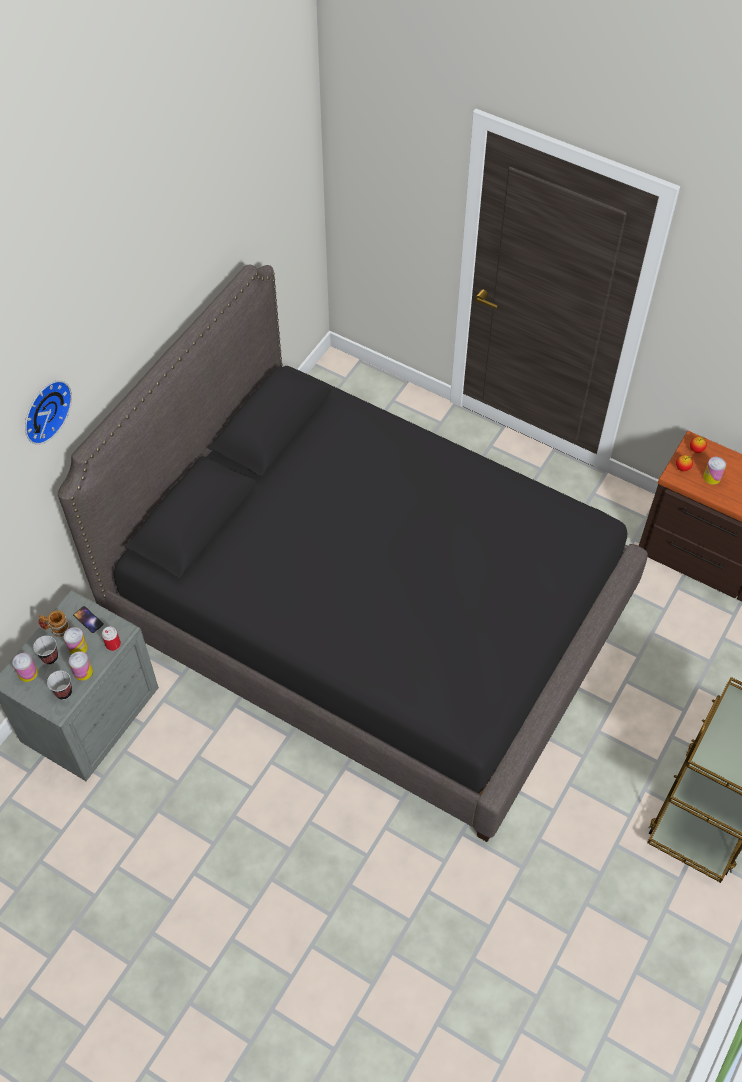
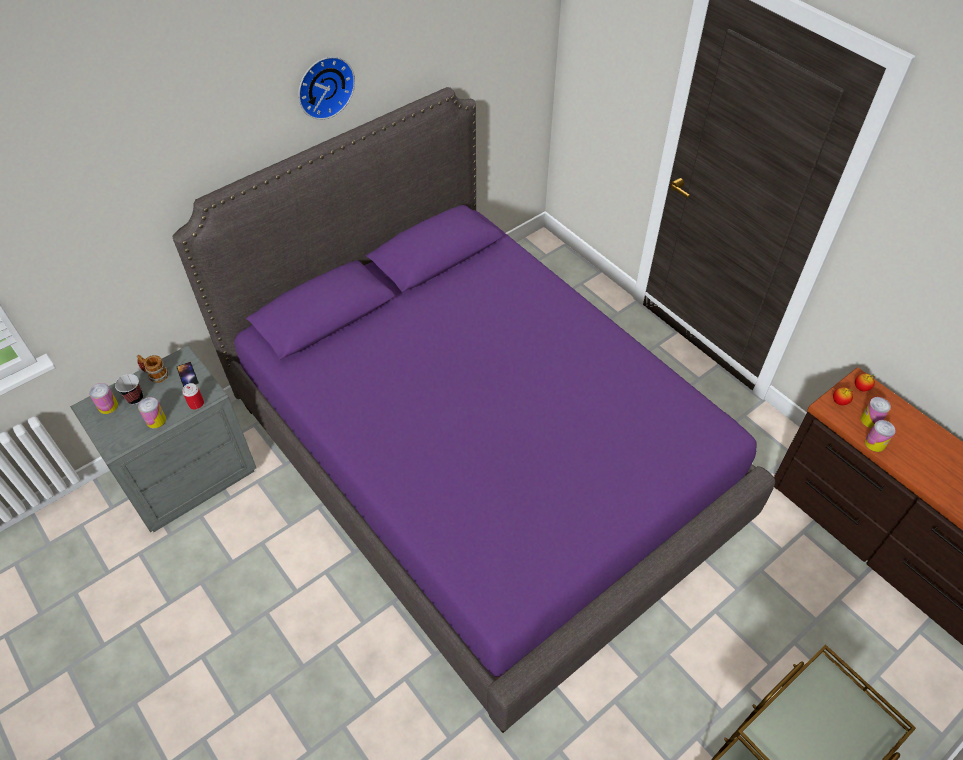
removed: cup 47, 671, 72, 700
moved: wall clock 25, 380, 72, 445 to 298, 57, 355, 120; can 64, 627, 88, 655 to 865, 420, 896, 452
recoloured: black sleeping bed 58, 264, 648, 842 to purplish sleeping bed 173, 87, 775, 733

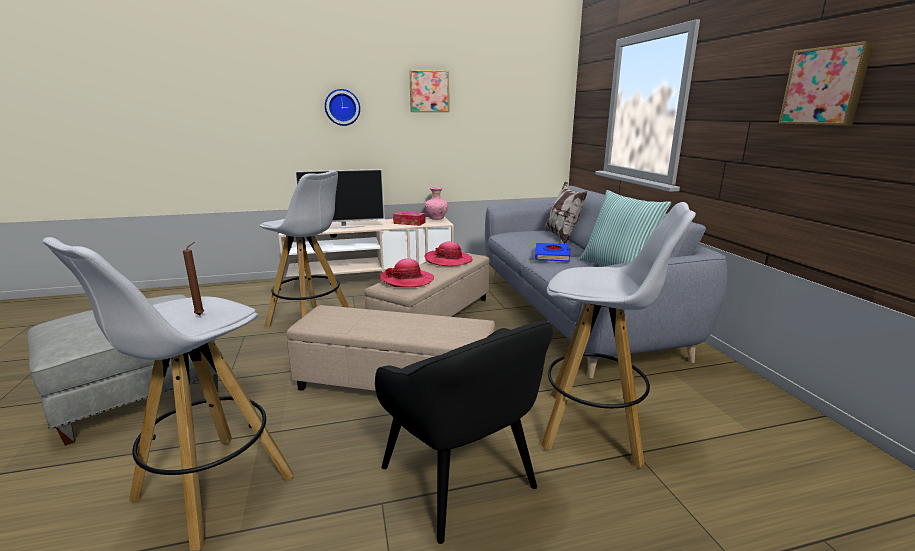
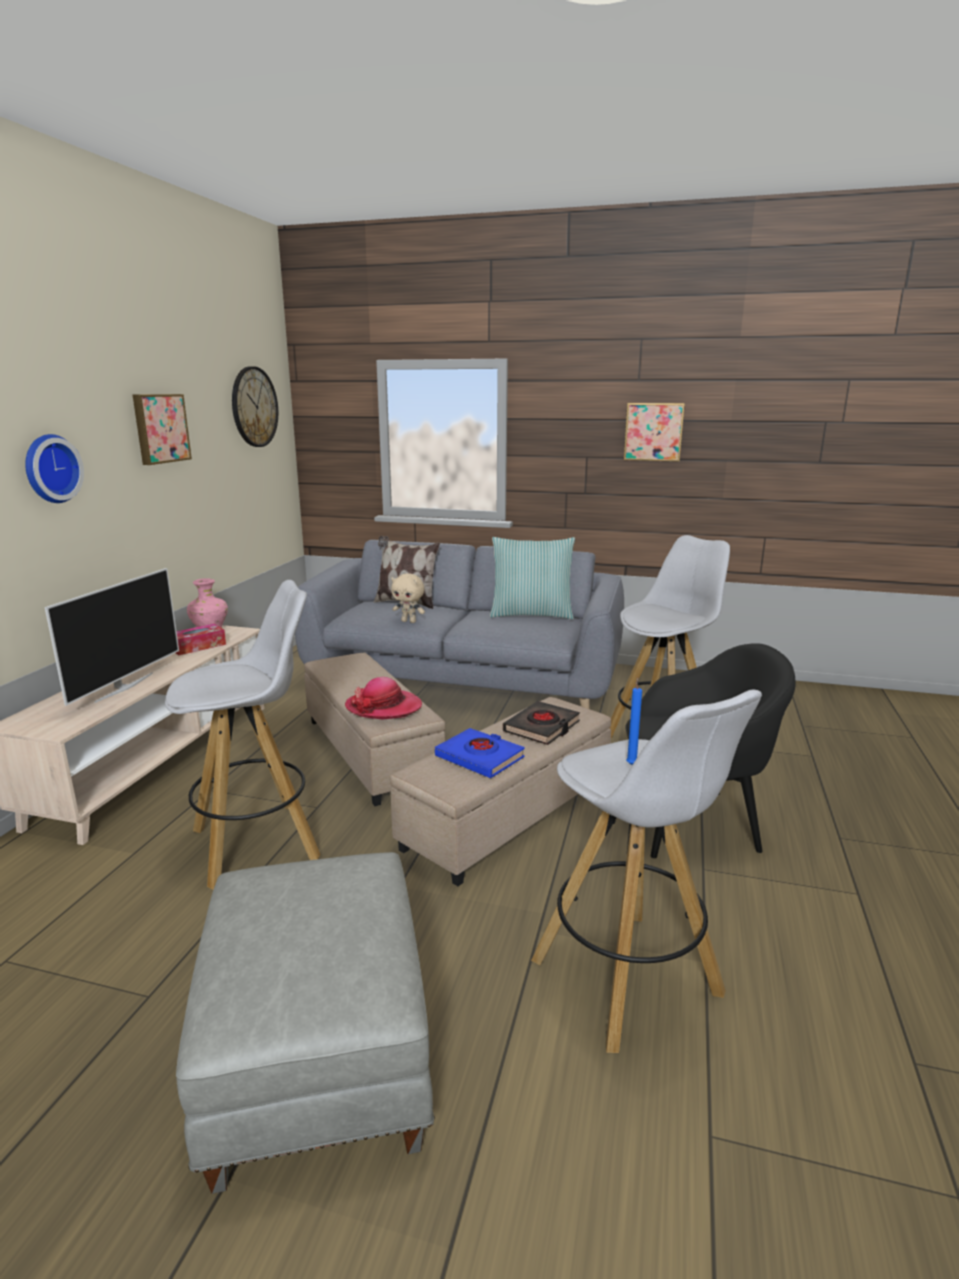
removed: clothing hat 424, 241, 473, 266
added: wall clock 232, 366, 278, 447; beige cuddly toy 391, 573, 425, 623; black volume 503, 701, 580, 745
moved: blue volume 535, 243, 571, 262 to 435, 728, 525, 778
recoloured: brown-coloured candle 183, 242, 204, 315 to blue candle 626, 677, 642, 765

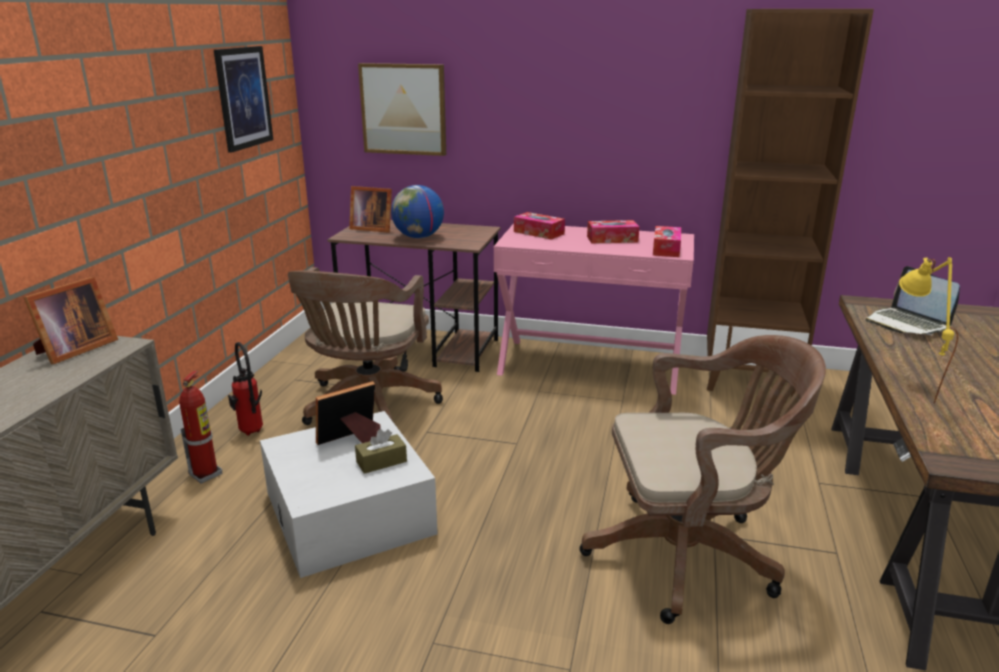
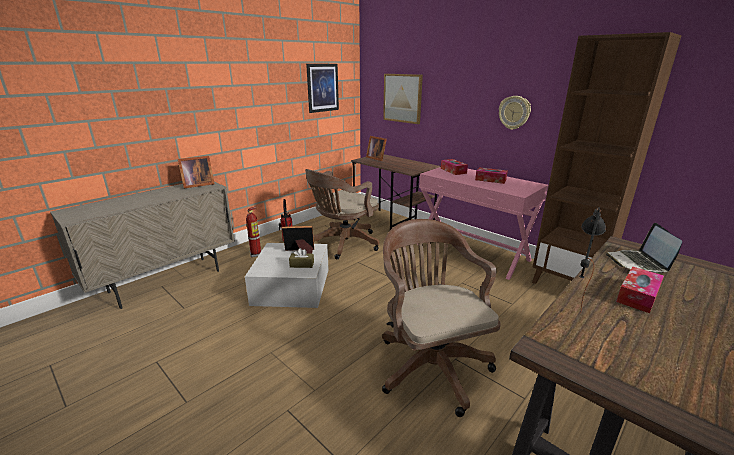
removed: desk globe 391, 185, 444, 238
added: wall clock 499, 96, 531, 130
moved: tissue holder 653, 226, 681, 257 to 616, 266, 664, 313
recoloured: yellow table lamp 899, 257, 958, 404 to black table lamp 579, 207, 606, 309
turned: brown-coloured office chair 579, 335, 826, 624 = 382, 219, 501, 417 135 degrees counterclockwise

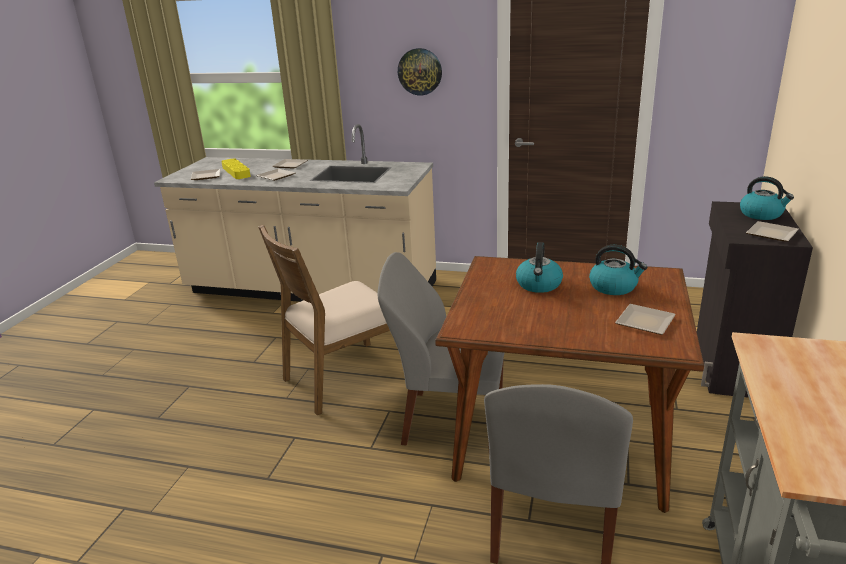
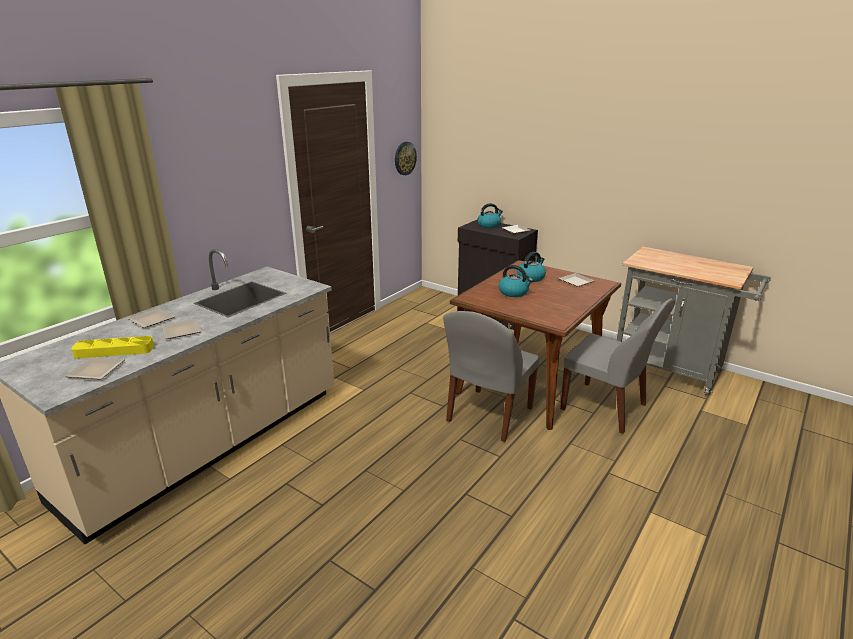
removed: brown-coloured plain chair 258, 224, 390, 415
moved: wall clock 398, 48, 442, 95 to 395, 142, 417, 175

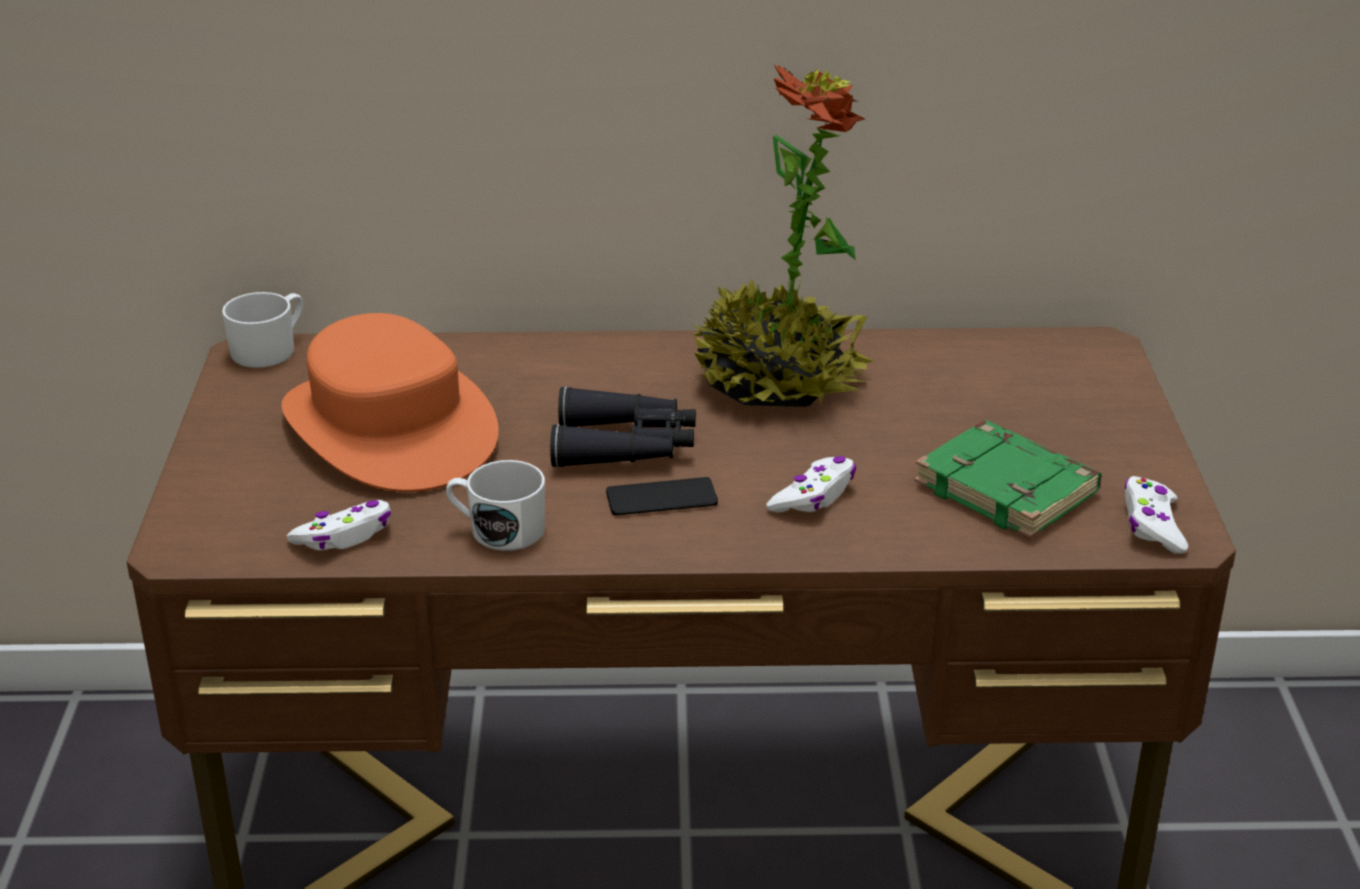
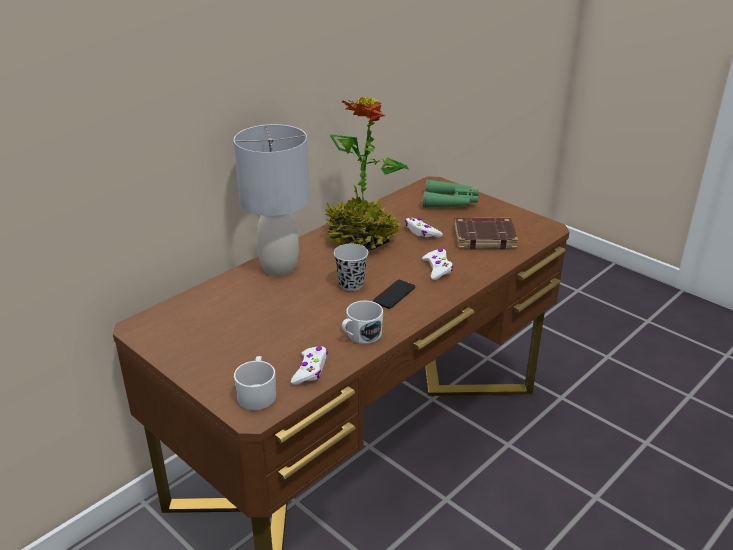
removed: orange clothing hat 282, 313, 499, 492
added: gray table lamp 234, 124, 310, 276; greenish pair of binoculars 423, 179, 479, 208
moved: white mug 222, 292, 303, 368 to 234, 356, 276, 410; white game controller 1125, 476, 1188, 554 to 405, 218, 443, 238
replaced: black pair of binoculars 550, 386, 696, 468 to black cup 334, 244, 368, 291
recoloured: greenish volume 914, 421, 1102, 538 to brown-coloured volume 454, 218, 518, 250

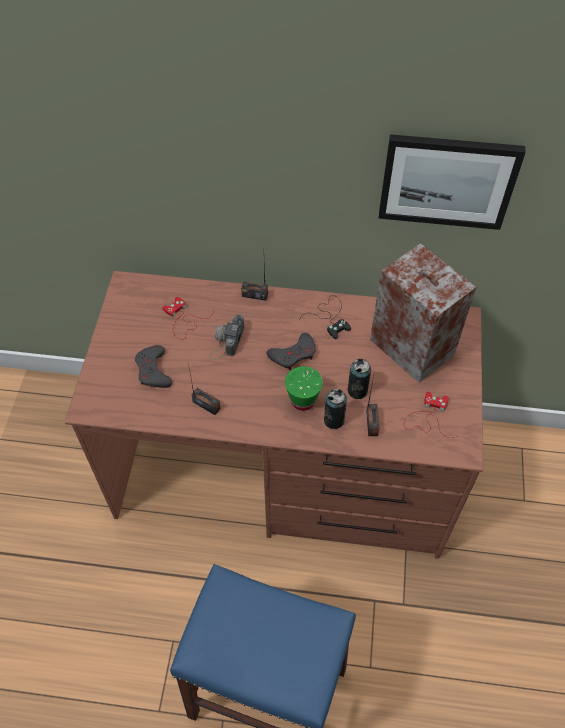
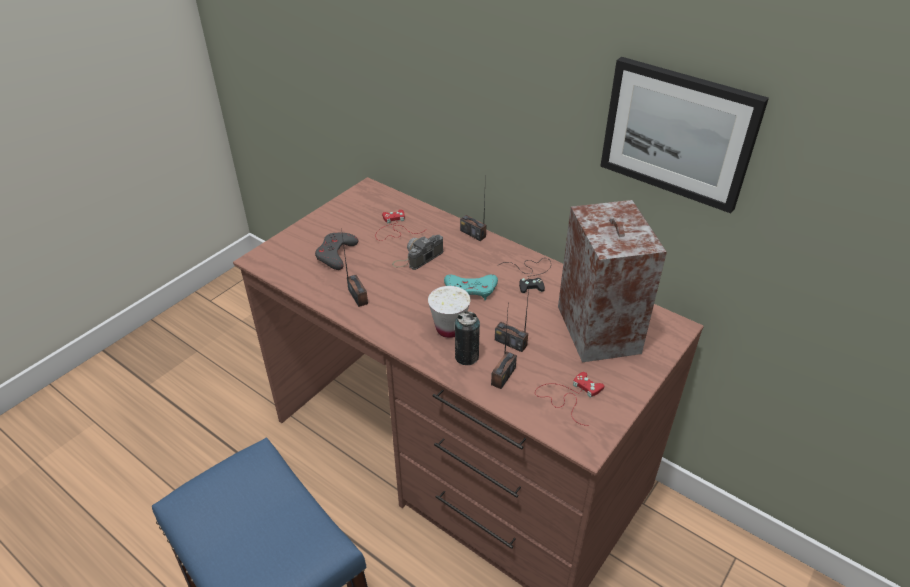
replaced: can 348, 359, 371, 399 to radio set 495, 280, 530, 352
recoloured: gray game controller 267, 333, 316, 370 to blue-green game controller 444, 274, 498, 300; greenish cup 285, 366, 323, 411 to white cup 428, 286, 470, 338

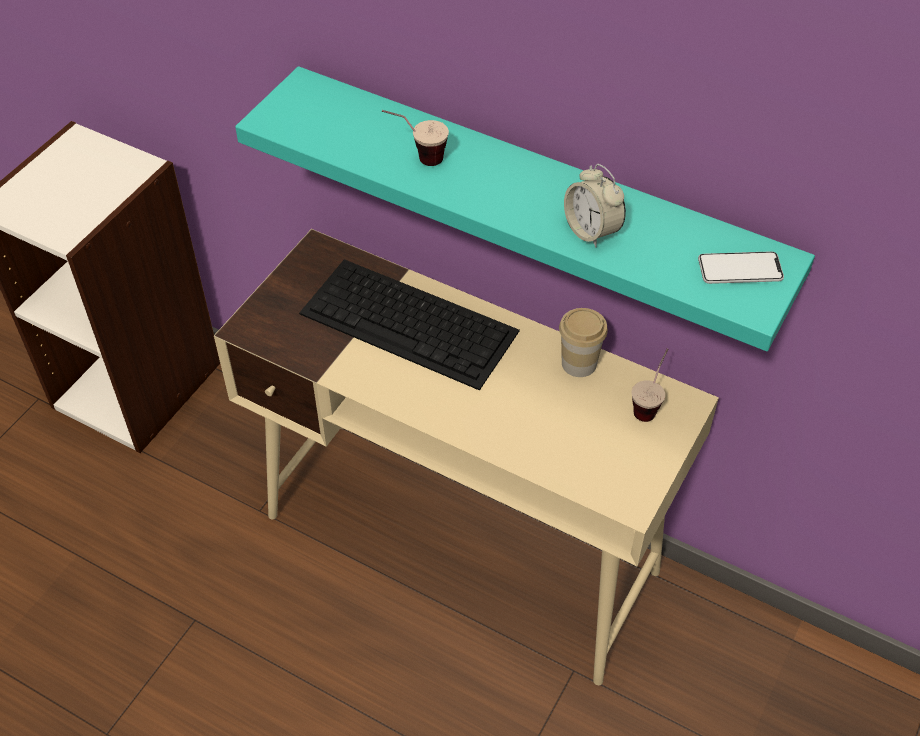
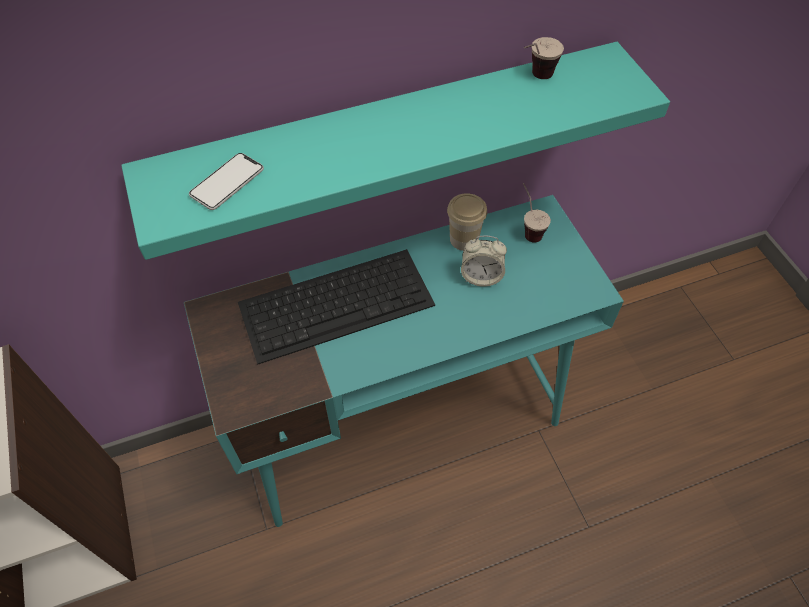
moved: cup 382, 110, 449, 166 to 524, 37, 564, 79; table clock 564, 164, 626, 248 to 461, 235, 507, 286; phone 698, 251, 784, 284 to 189, 153, 264, 210
recoloured: beige desk unit 214, 229, 719, 685 to blue-green desk unit 184, 195, 624, 527

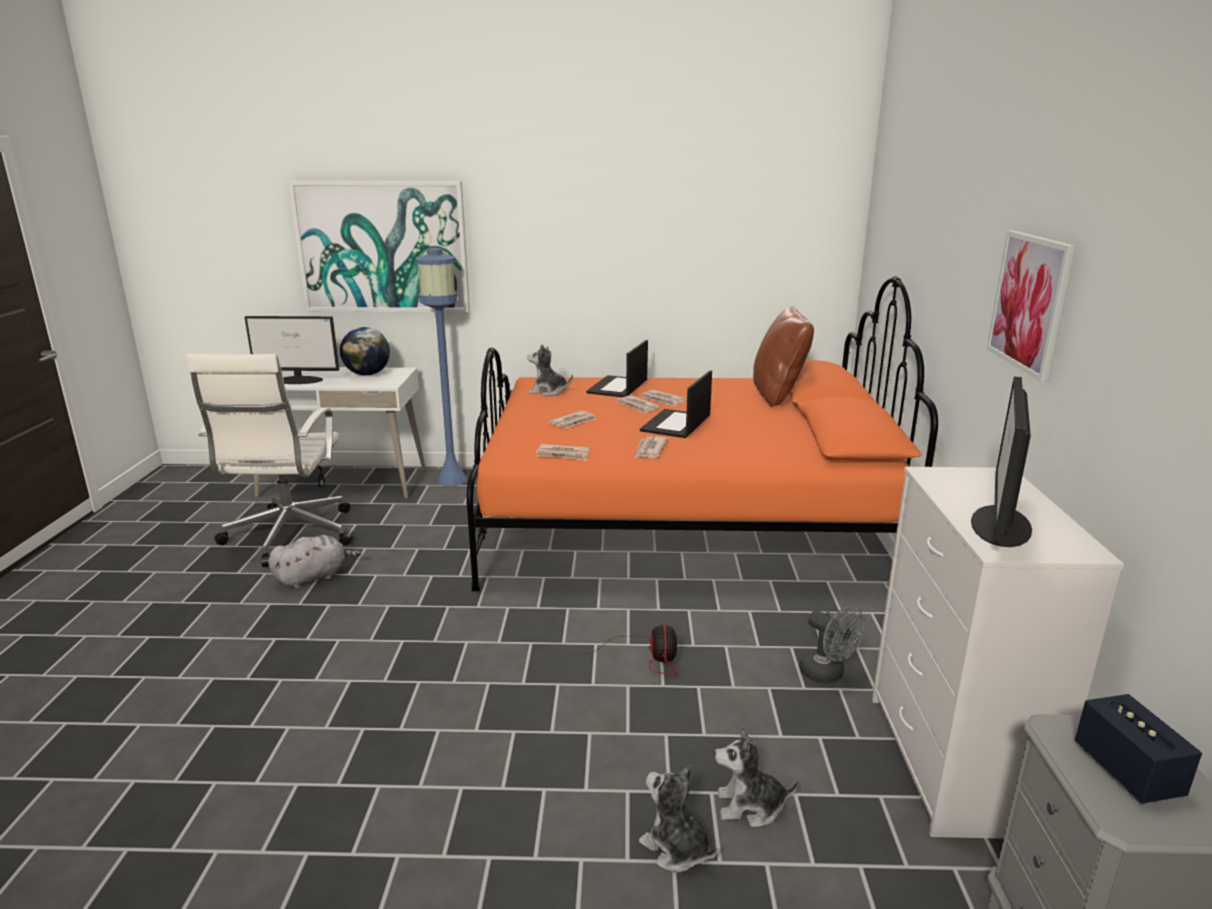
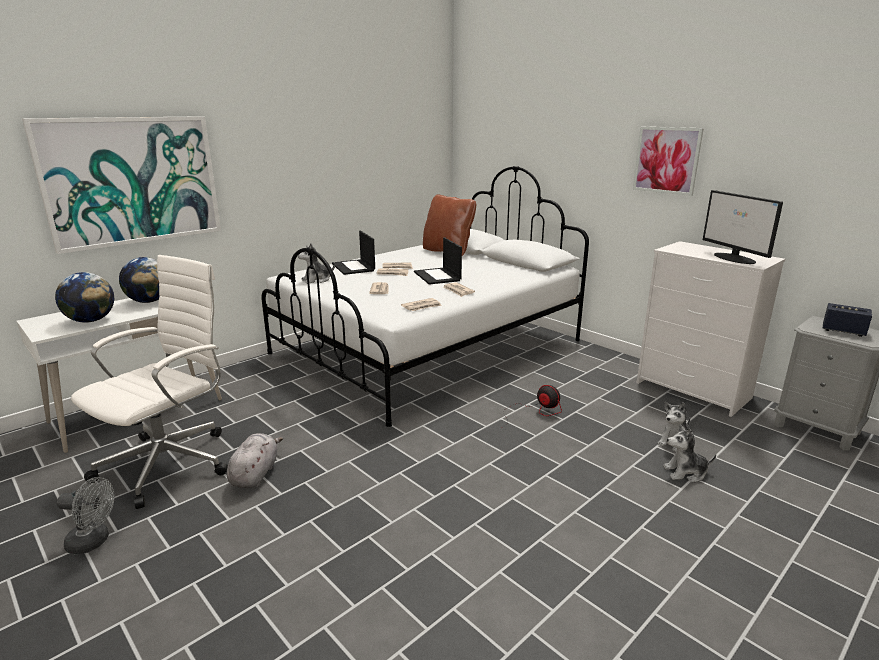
removed: blue standing lamp 416, 248, 467, 486
moved: gray electric fan 799, 606, 865, 683 to 57, 477, 114, 554
replaced: monitor 245, 316, 339, 384 to desk globe 55, 272, 114, 323
recoloured: orange sleeping bed 467, 276, 938, 592 to white sleeping bed 261, 166, 589, 427
turned: white office chair 186, 354, 353, 567 = 71, 255, 228, 509 105 degrees counterclockwise

